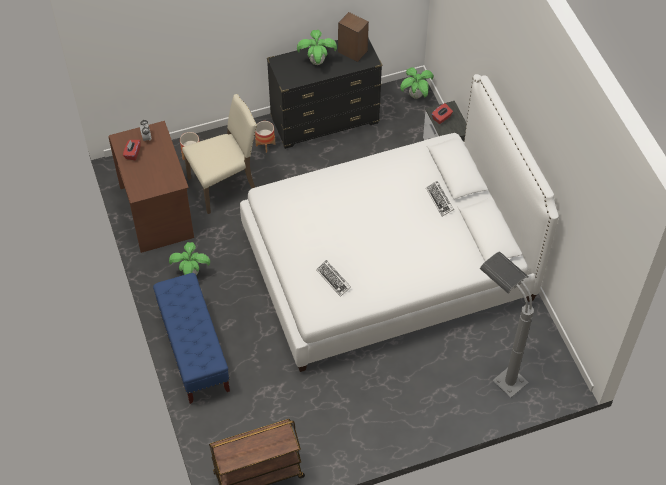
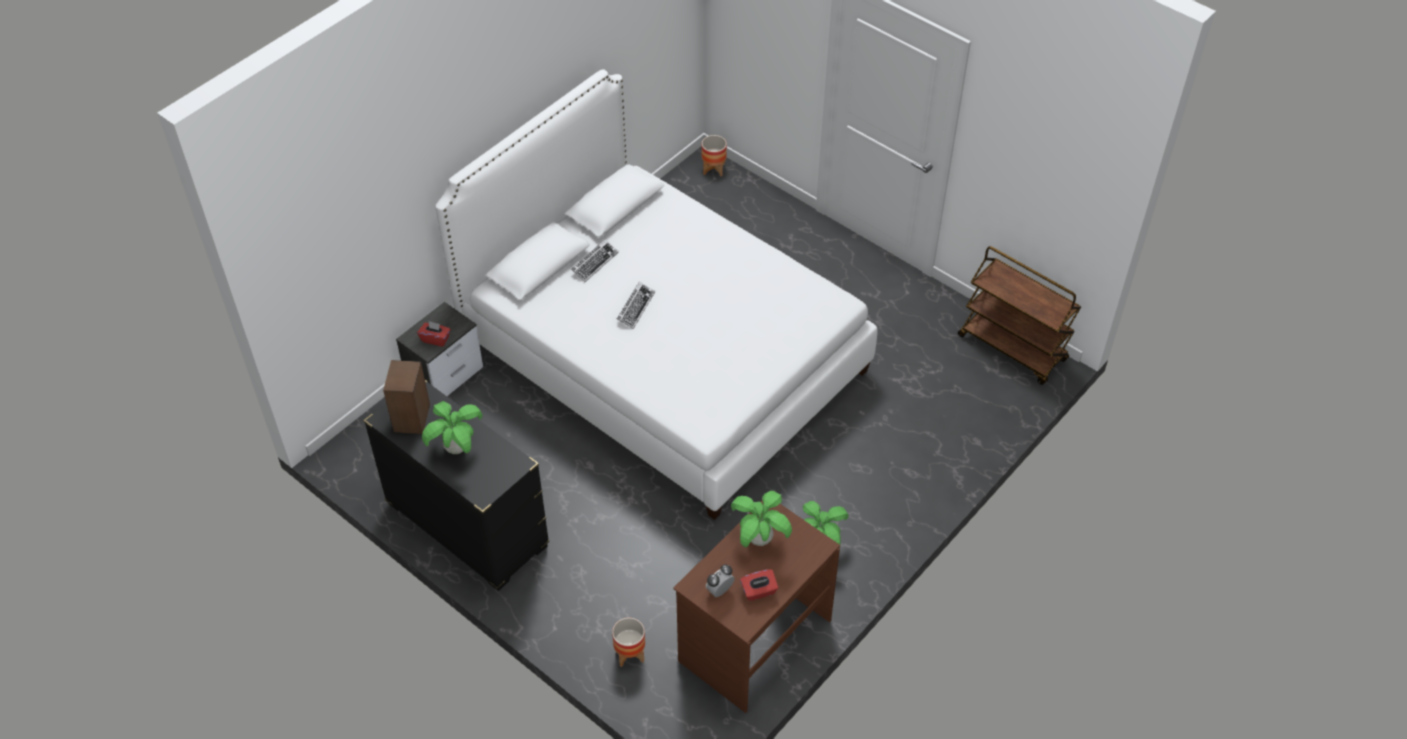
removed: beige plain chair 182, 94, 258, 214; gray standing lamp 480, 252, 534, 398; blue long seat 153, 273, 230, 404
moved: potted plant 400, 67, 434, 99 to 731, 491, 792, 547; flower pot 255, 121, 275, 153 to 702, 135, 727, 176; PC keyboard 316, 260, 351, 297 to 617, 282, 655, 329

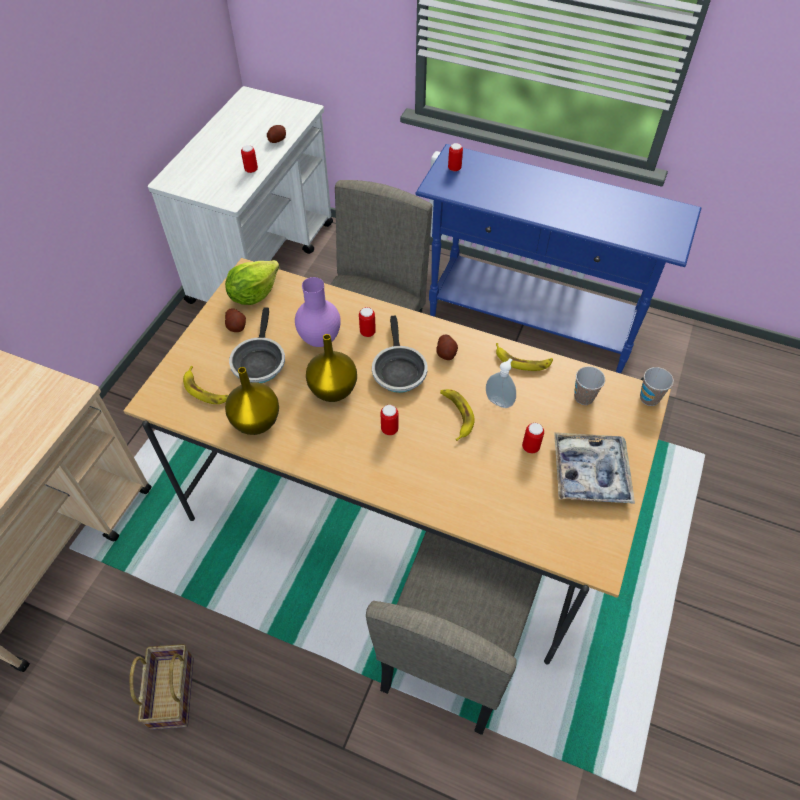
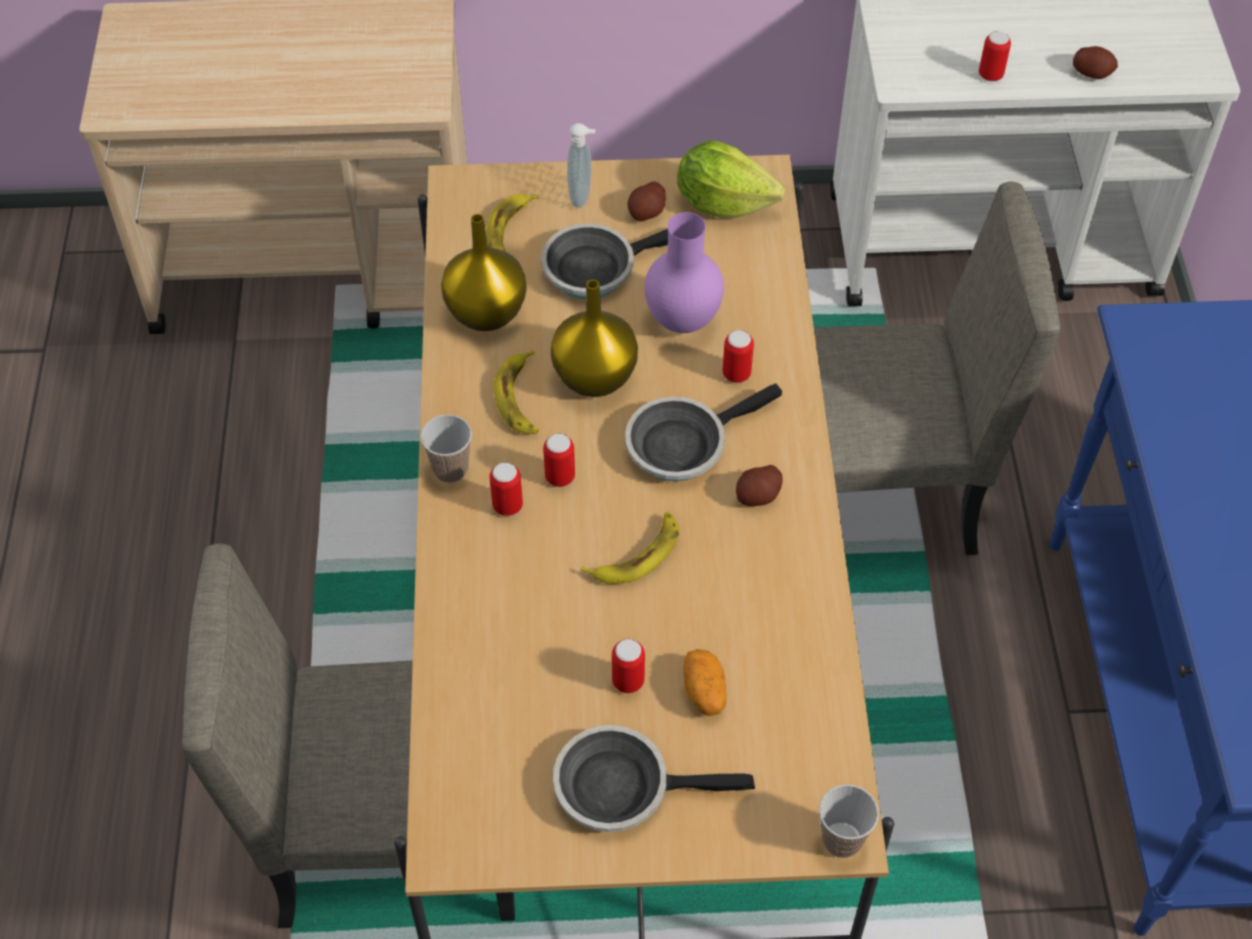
removed: household basket 129, 644, 194, 730
added: potato 683, 649, 727, 716
moved: can 448, 143, 463, 172 to 489, 463, 523, 516; whole banana 496, 343, 553, 371 to 494, 350, 539, 434; soap bottle 486, 358, 516, 408 to 567, 123, 596, 208; cup 574, 366, 606, 405 to 421, 415, 472, 483
replaced: carrying tray 554, 432, 635, 504 to skillet 553, 725, 755, 832

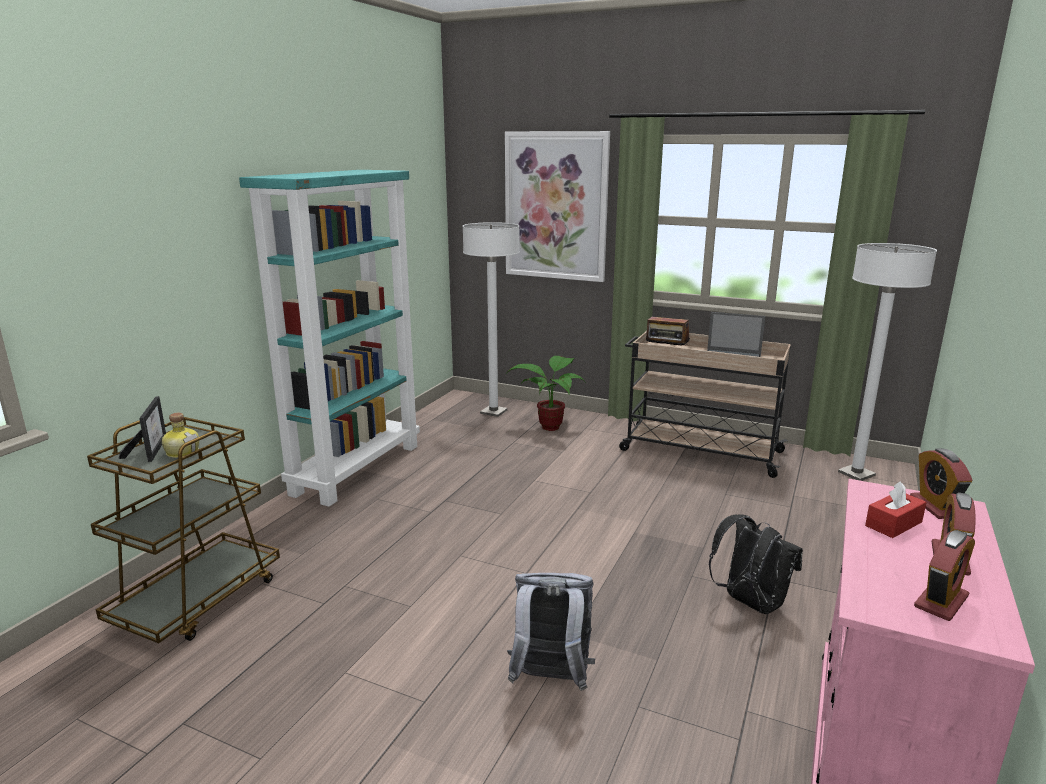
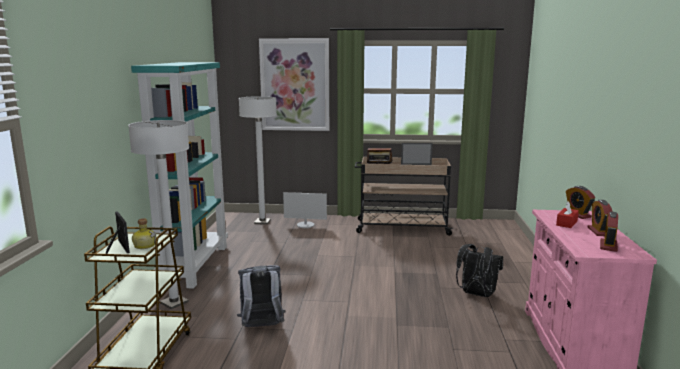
moved: white standing lamp 838, 243, 937, 481 to 128, 120, 189, 309; gray rucksack 507, 573, 595, 691 to 237, 265, 285, 327
replaced: potted plant 506, 356, 586, 431 to monitor 283, 192, 327, 228

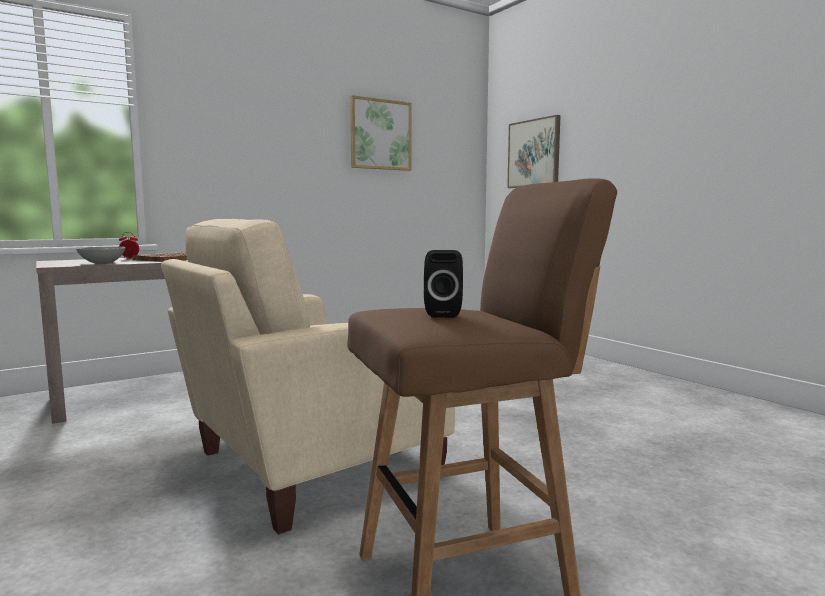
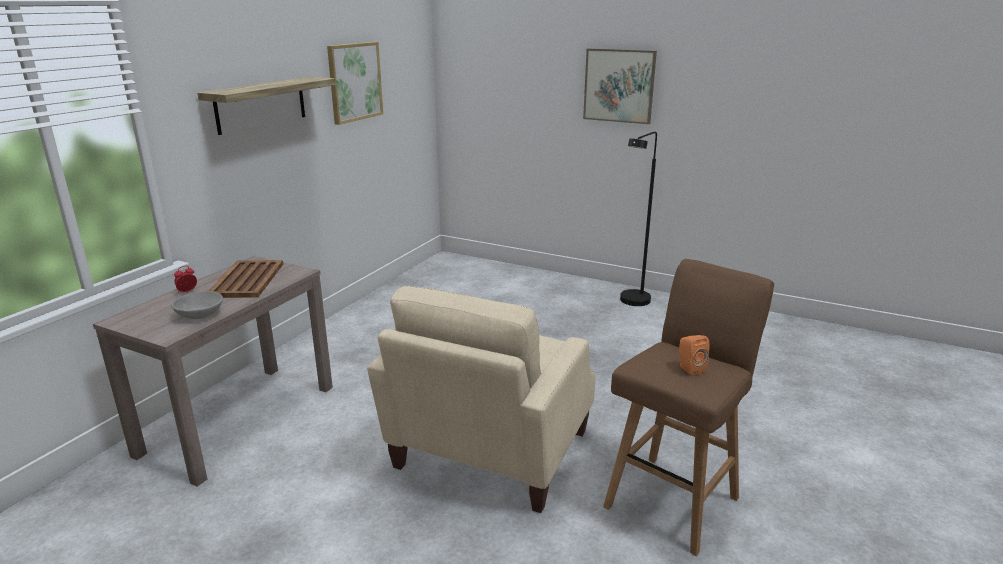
added: bracket shelf 197, 77, 336, 135; black standing lamp 620, 132, 657, 306
moved: picture 507, 115, 561, 188 to 583, 48, 657, 124
recoloured: black audio speaker 424, 250, 463, 318 to orange audio speaker 679, 335, 710, 376

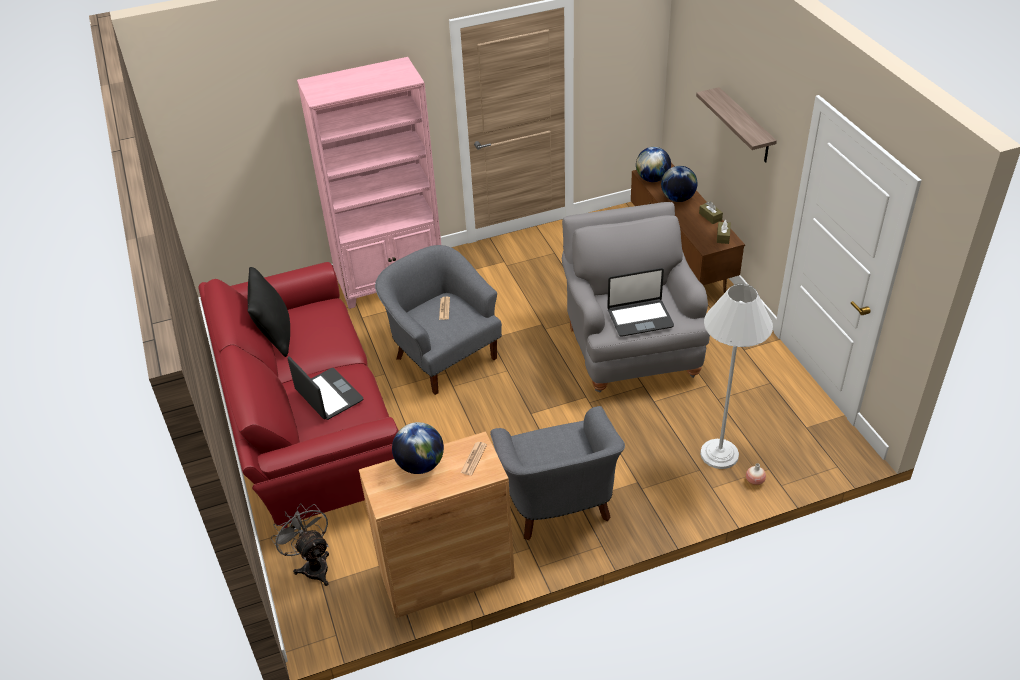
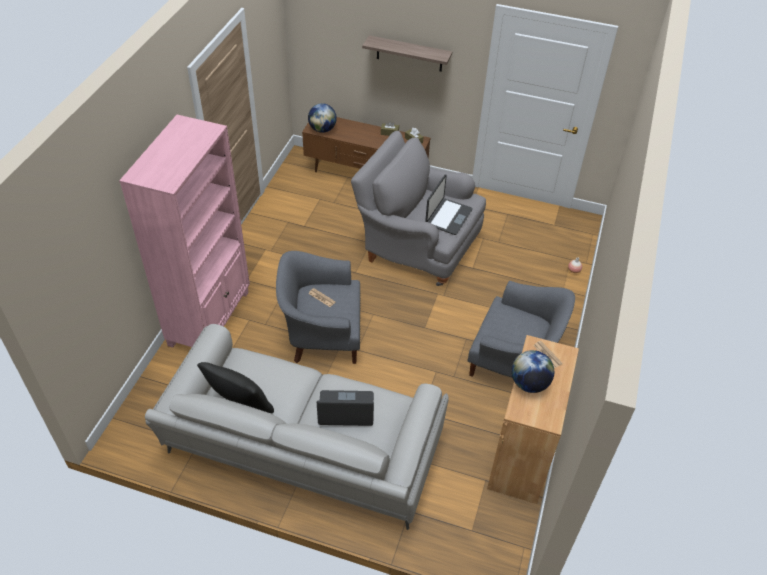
removed: desk globe 661, 166, 698, 202; white standing lamp 700, 284, 773, 469; gray electric fan 271, 504, 329, 586
recoloured: reddish settee 198, 262, 399, 529 to gray settee 145, 324, 449, 530

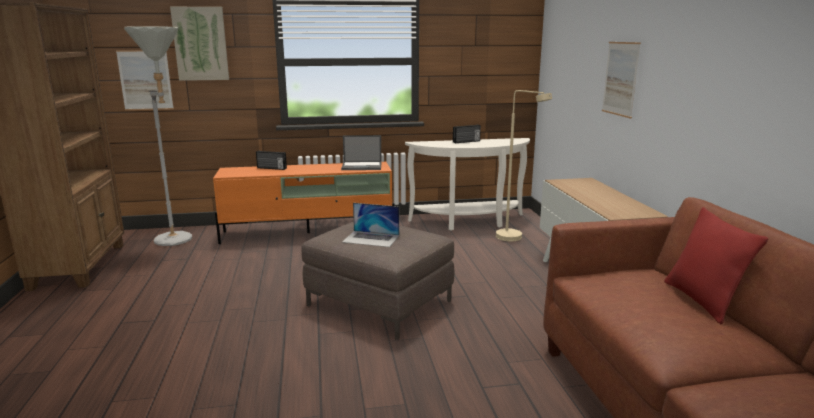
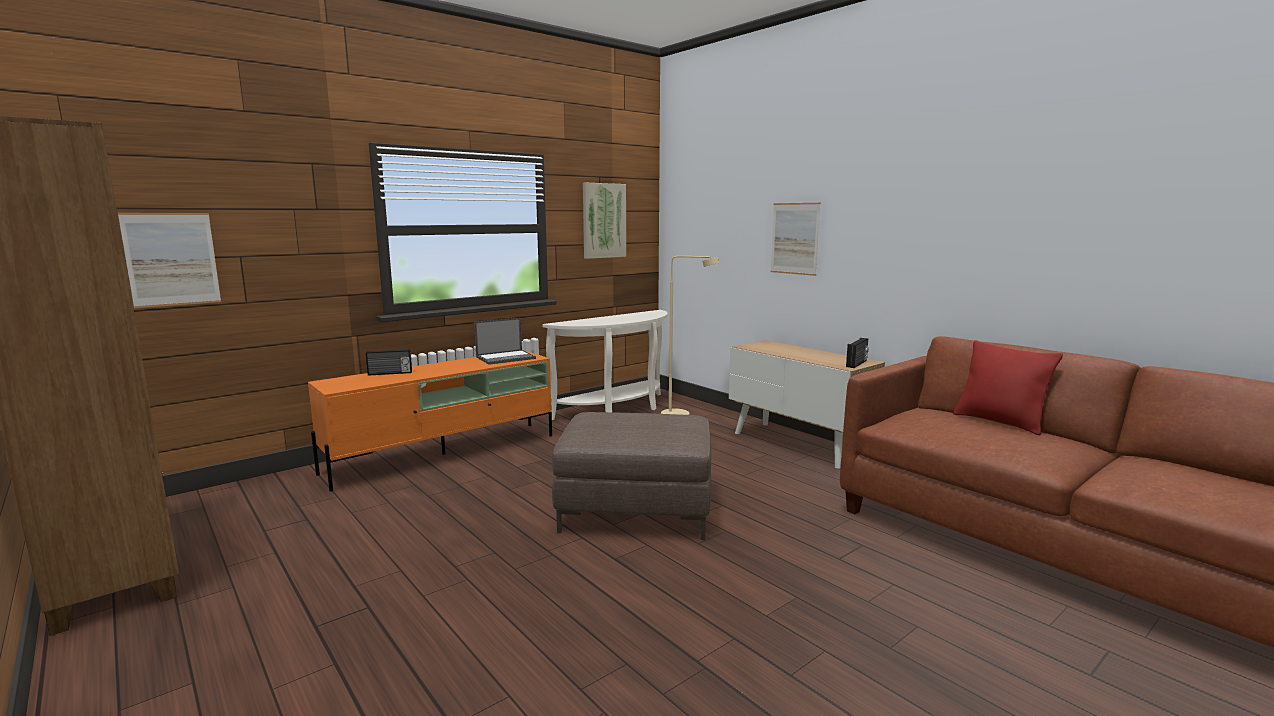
removed: gray standing lamp 124, 26, 192, 246; portable computer 342, 203, 399, 247
moved: picture 170, 7, 229, 81 to 583, 183, 626, 259; radio set 453, 125, 481, 143 to 846, 338, 869, 368

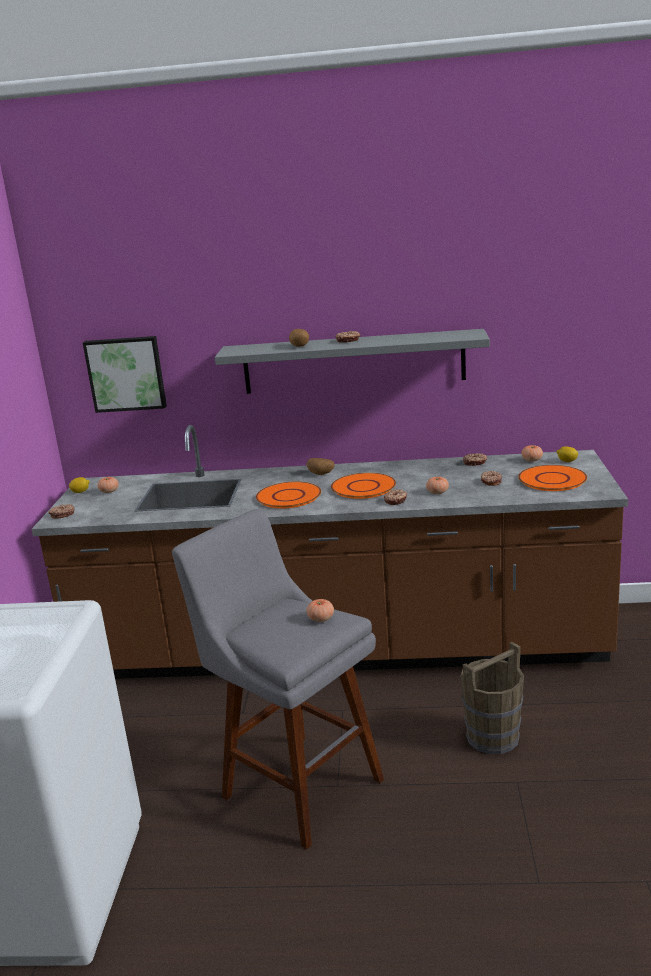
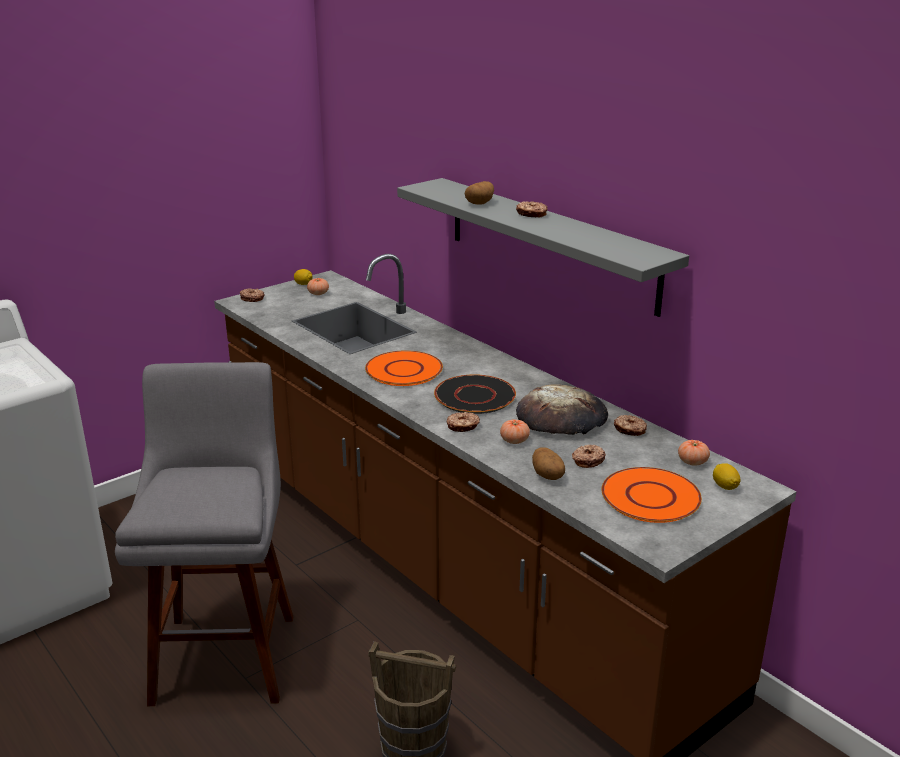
removed: picture 83, 336, 167, 413; whole tomato 306, 599, 334, 622
added: baked bread 516, 384, 608, 435
moved: potato 307, 458, 335, 475 to 532, 447, 565, 480
recoloured: orange dinner plate 331, 473, 396, 499 to black dinner plate 434, 374, 516, 414

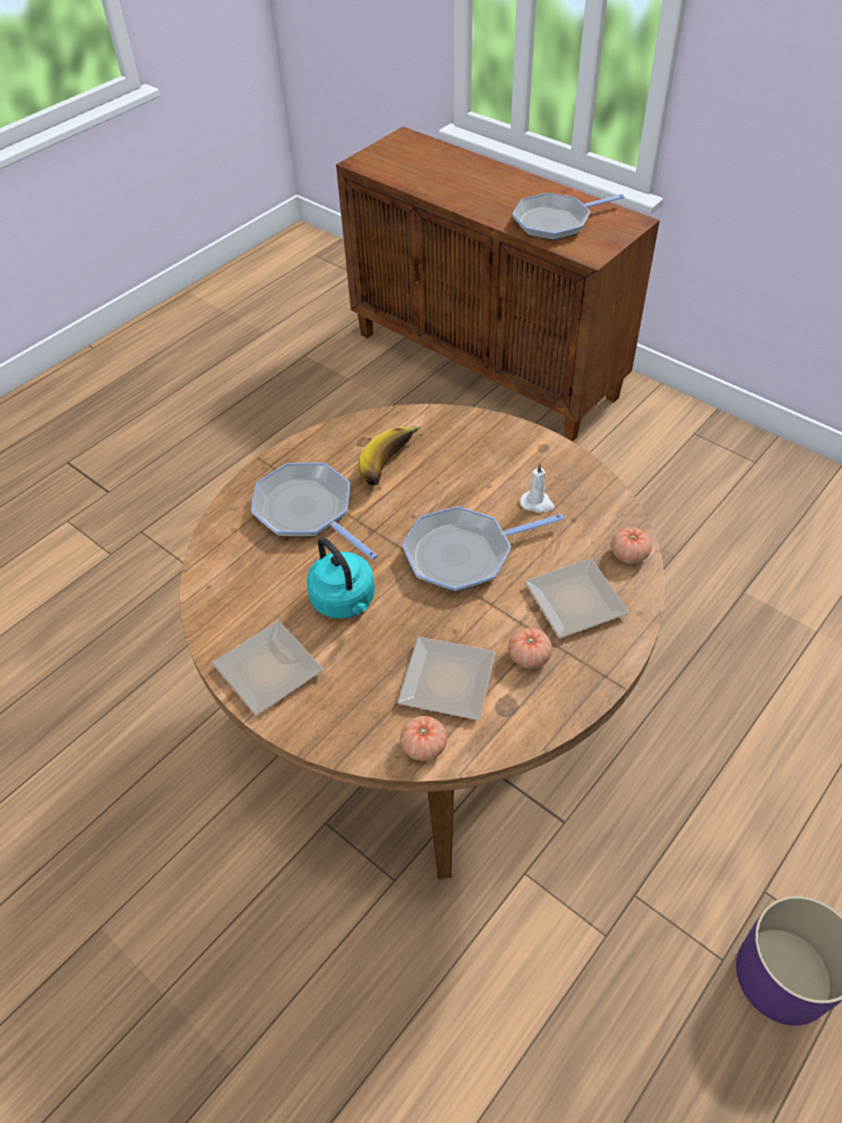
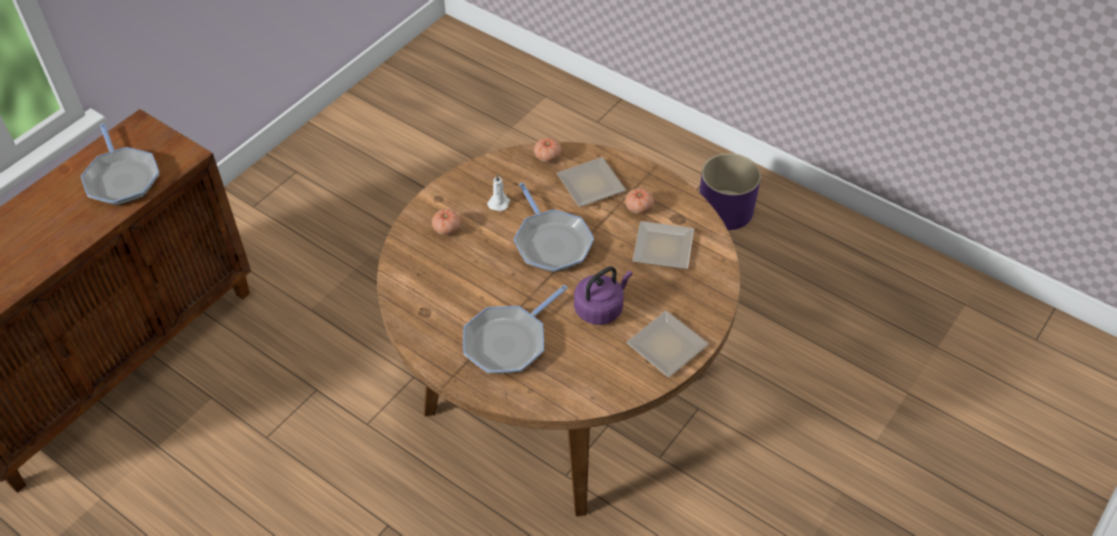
removed: whole banana 358, 425, 421, 486
moved: whole tomato 400, 716, 447, 761 to 432, 209, 461, 235
recoloured: blue-green water kettle 307, 537, 375, 619 to purplish water kettle 574, 266, 632, 325

